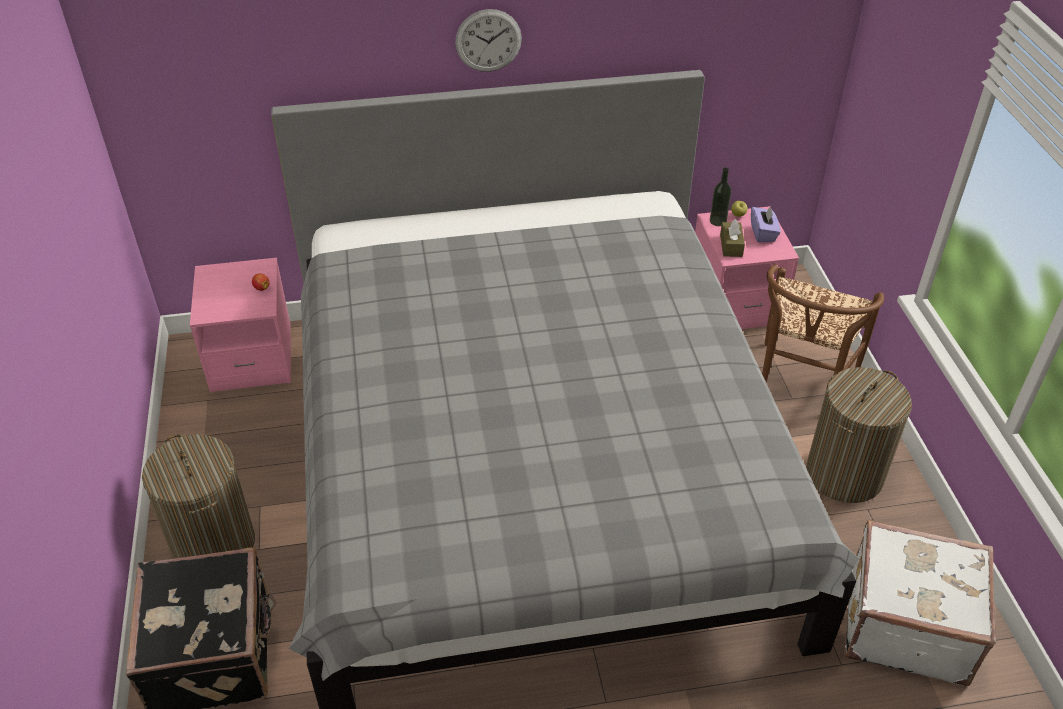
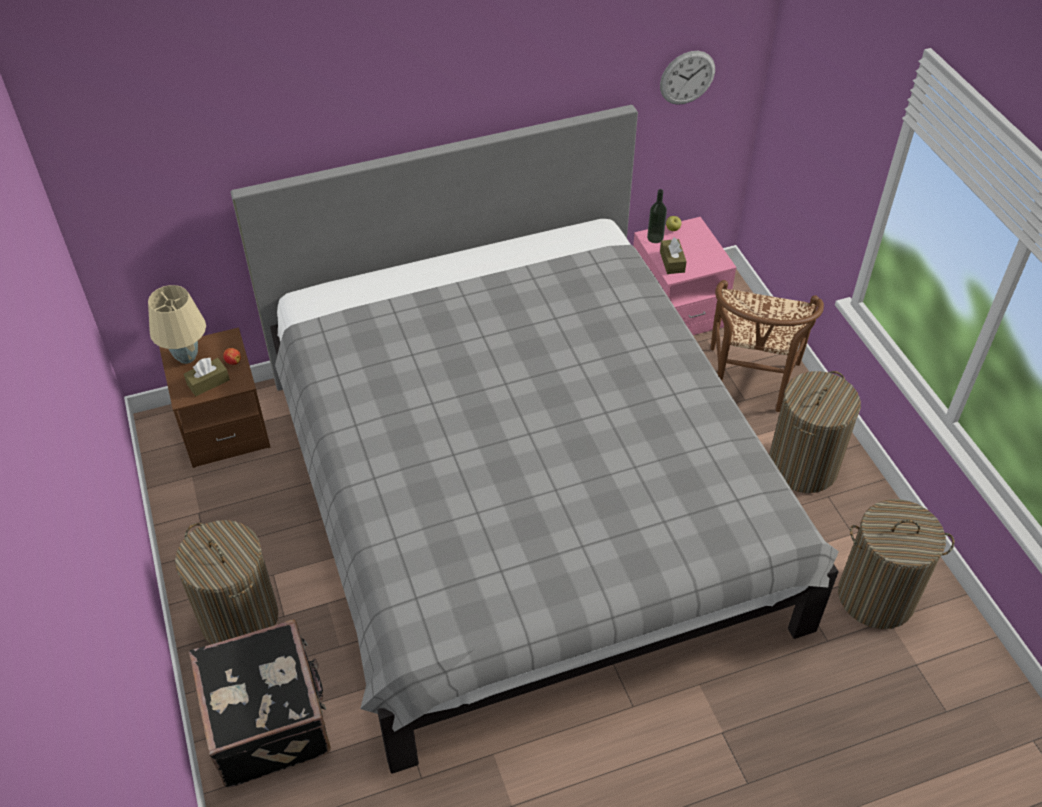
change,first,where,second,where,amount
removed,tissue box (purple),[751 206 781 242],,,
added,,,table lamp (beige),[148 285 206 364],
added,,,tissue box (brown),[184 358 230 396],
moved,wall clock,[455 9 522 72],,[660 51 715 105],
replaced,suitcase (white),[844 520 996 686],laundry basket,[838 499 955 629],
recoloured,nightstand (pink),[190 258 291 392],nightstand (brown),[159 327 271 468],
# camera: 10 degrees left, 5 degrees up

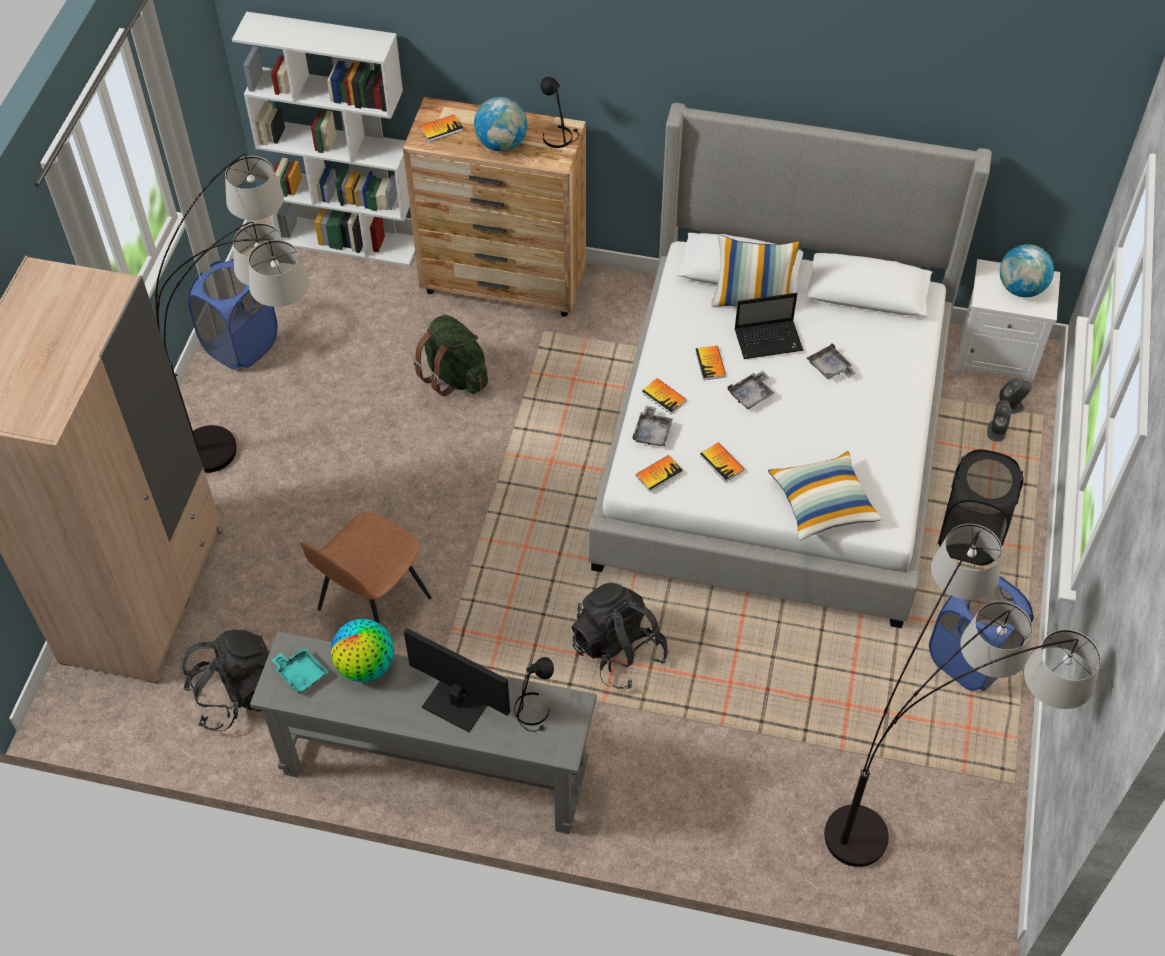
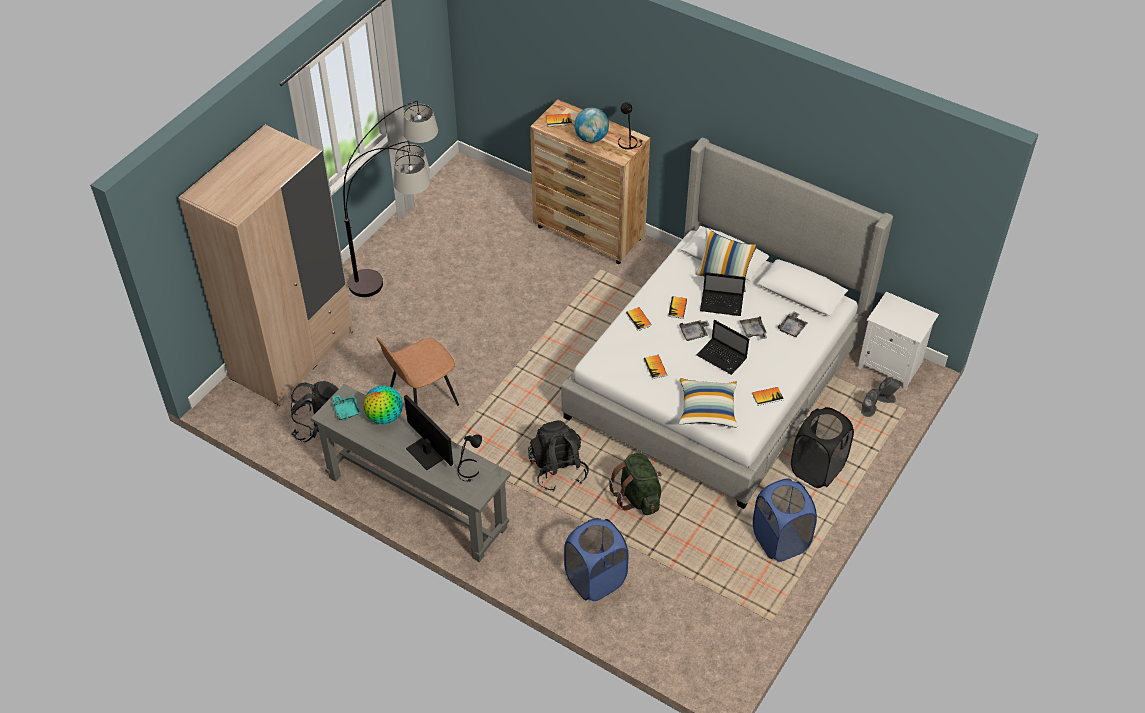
change,first,where,second,where,amount
removed,bookcase (white),[232 11 415 266],,,
removed,floor lamp,[824 524 1101 867],,,
removed,globe,[1000 244 1054 297],,,
added,,,laptop,[697 320 749 375],
moved,laundry basket (blue),[188 259 278 370],,[564 518 628 601],
moved,backpack (green),[413 315 488 396],,[609 453 662 515],
moved,tray (grey),[633 406 673 446],,[778 311 807 337],
moved,book,[636 455 683 492],,[752 387 784 406],
# camera: 20 degrees right, 5 degrees down

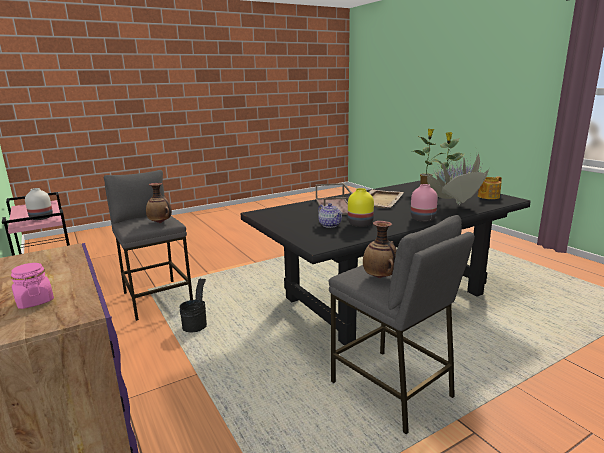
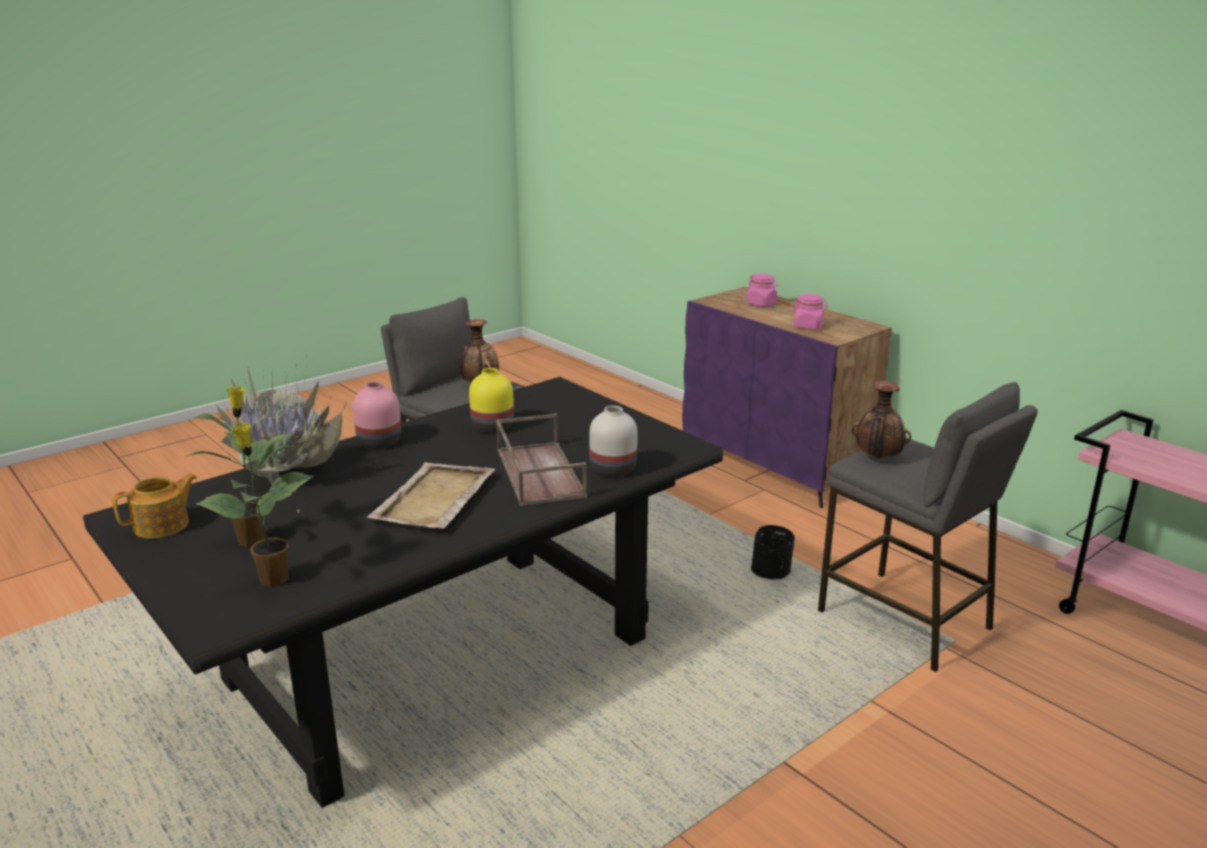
change,first,where,second,where,amount
removed,teapot,[318 203 342 228],,,
added,,,jar (pink),[792 294 828 330],
moved,vase (white),[25 188 53 220],,[589 405 638 477],
# camera: 170 degrees right, 5 degrees up

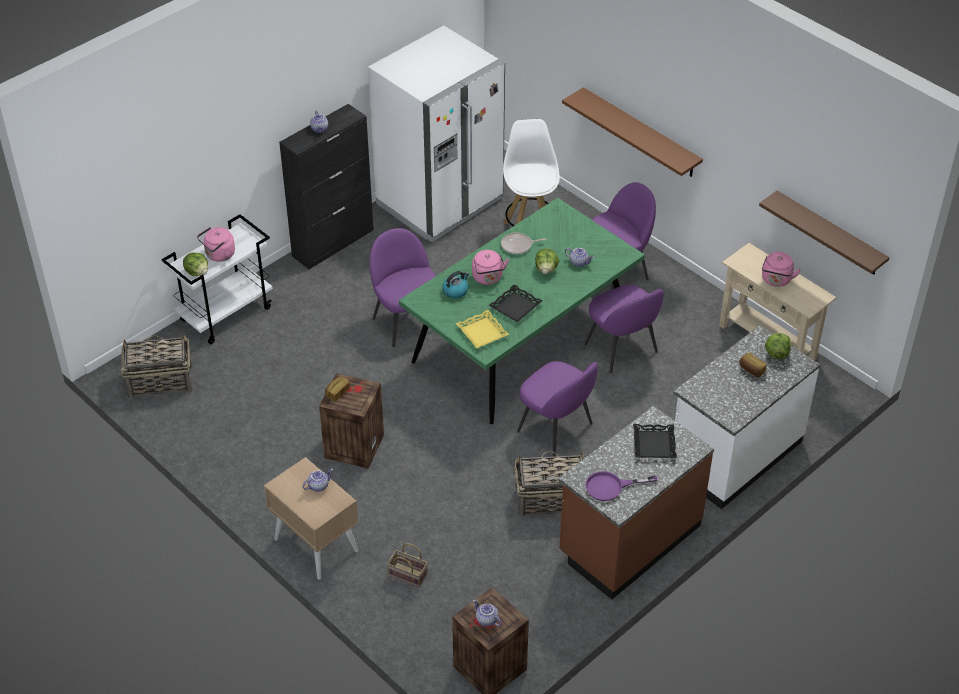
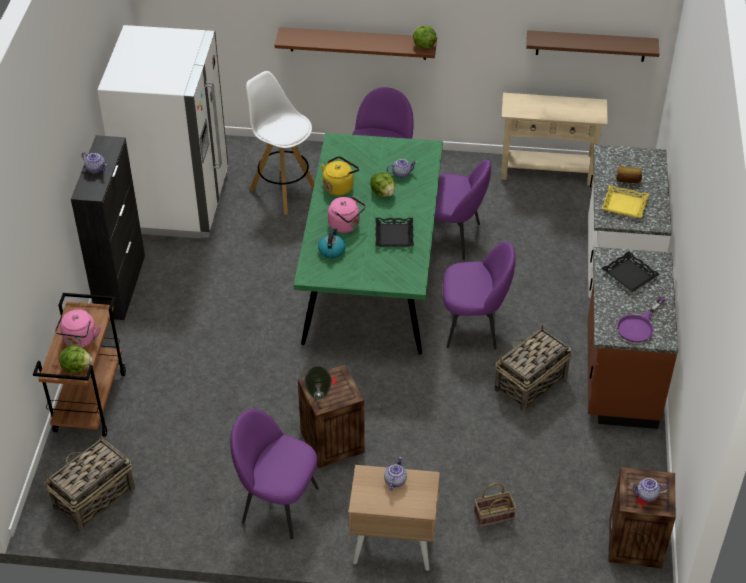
change,first,where,second,where,amount
removed,kettle (pink),[762 252 801 287],,,
moved,chair (purple),[369 228 436 347],,[230 409 319 540],
moved,tray (yellow),[456 310 509 348],,[601 185 649 218],
moved,lettuce,[765 332 791 359],,[413 25 437 49],
replaced,bread,[325 376 350 401],vase,[304 366 332 400],
replaced,frying pan,[501 233 547 254],kettle (yellow),[321 156 359 196],
recoloured,cart (white),[161 214 273 344],cart (brown),[33 293 126 437],
# camera: 40 degrees left, 0 degrees up

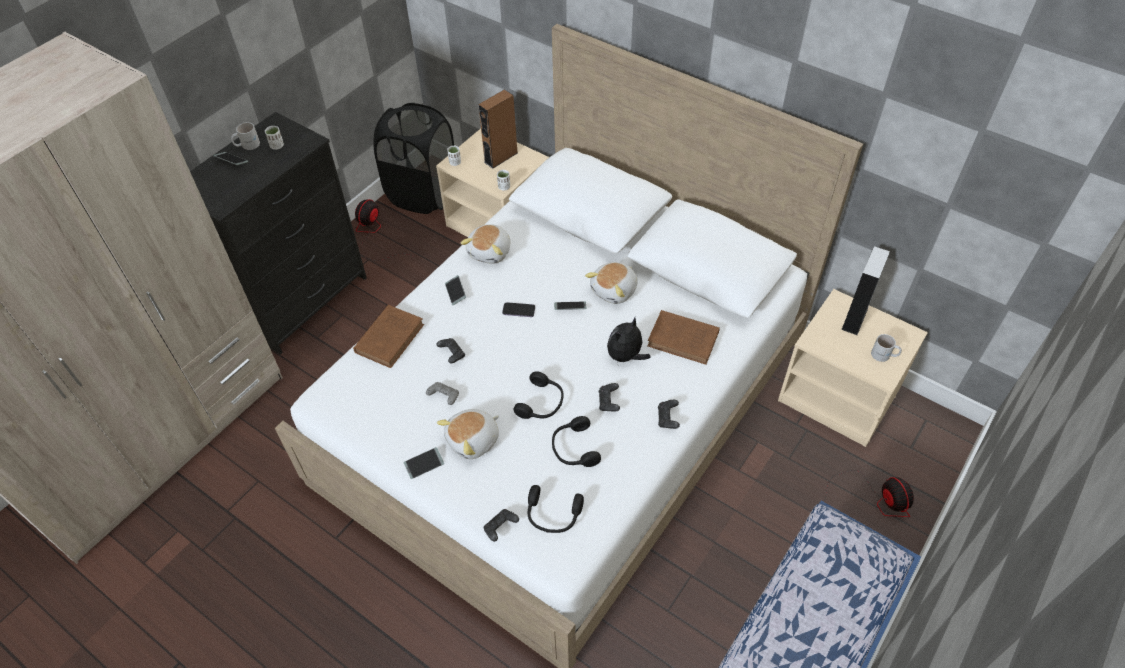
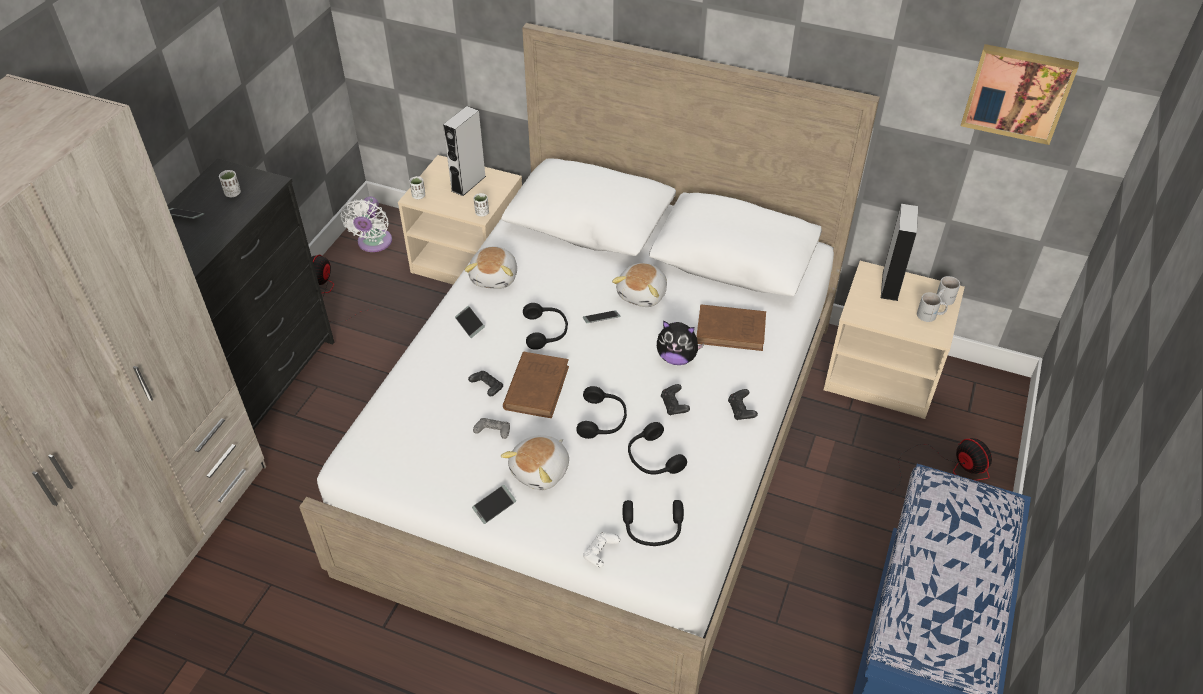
change,first,where,second,where,amount
added,,,picture,[961 44 1079 145],
moved,mug (white),[231 122 260 150],,[937 276 960 305],
moved,book (brown),[353 305 424 368],,[503 352 569 418],
replaced,laundry basket (black),[374 103 454 214],fan (white),[341 197 392 252],
replaced,phone,[502 302 535 317],headphones (black),[523 303 568 350],
recoloured,speaker (brown),[478 89 518 169],speaker (grey),[443 106 486 196],
recoloured,game controller (black),[484 509 519 542],game controller (white),[583 532 620 568],
turned,plush toy,[607 317 651 362],,[657 321 704 365],105 degrees counterclockwise
# camera: 15 degrees left, 5 degrees down

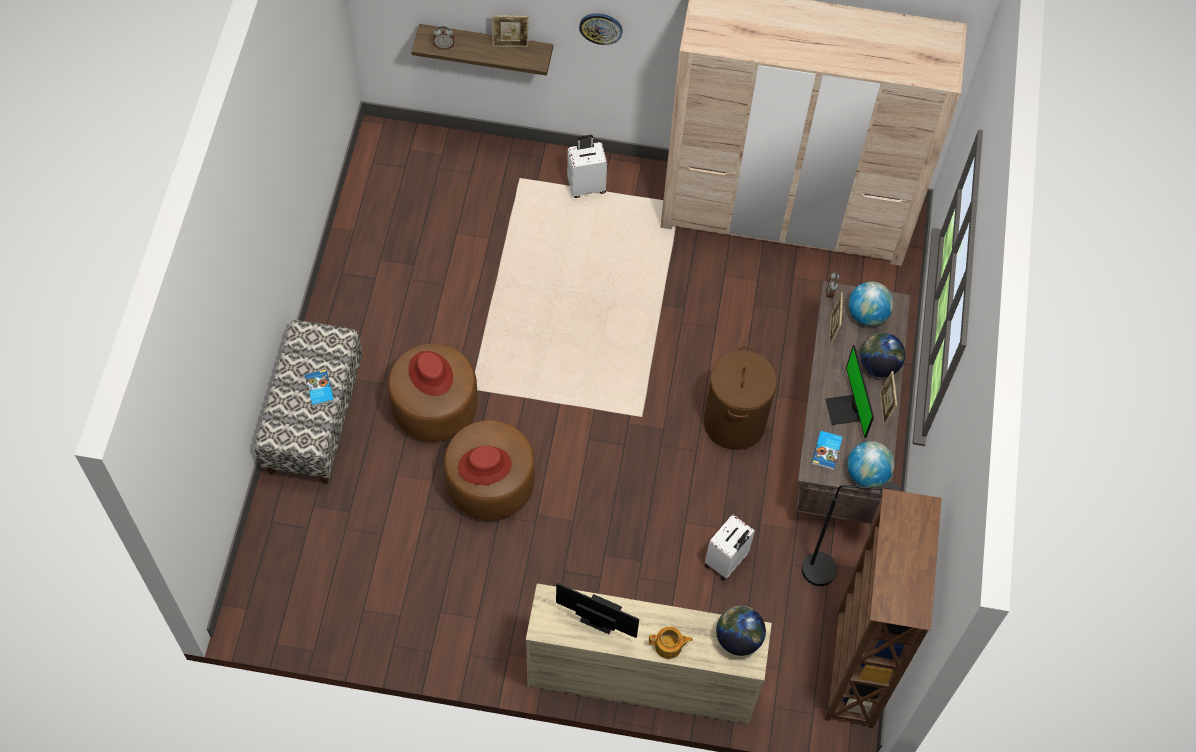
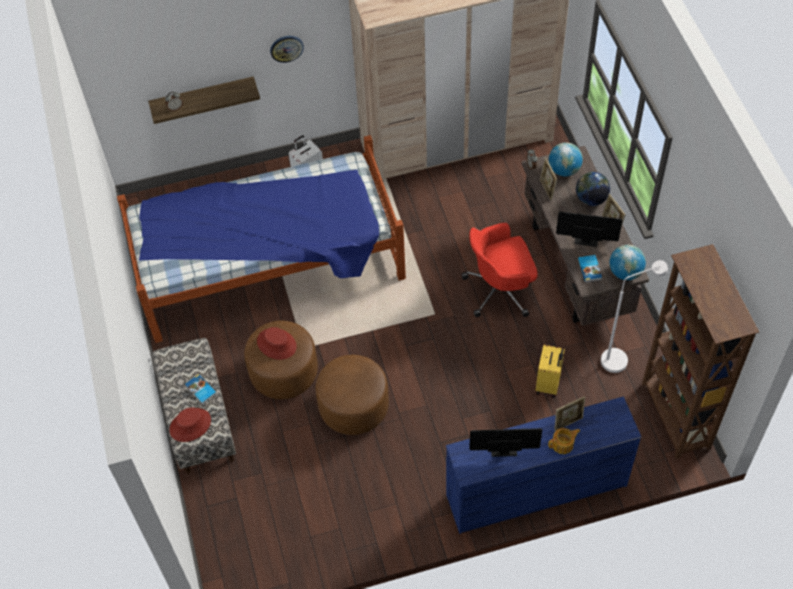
change,first,where,second,where,amount
removed,globe,[716 606 766 656],,,
added,,,bed,[117 135 406 343],
moved,hat (red),[458 446 512 485],,[169 407 211 442],
moved,picture frame,[492 15 529 47],,[554 396 585 431],
replaced,laundry basket (brown),[704 346 777 450],office chair (red),[461 223 538 317],
recoloured,dresser (beige),[526 583 772 725],dresser (blue),[446 396 641 534],
recoloured,suitcase (white),[705 514 755 581],suitcase (yellow),[536 345 565 398],
recoloured,floor lamp (black),[802 482 901 586],floor lamp (white),[601 260 668 373],
turned,monitor,[825 345 874 438],,[556 211 623 247],135 degrees clockwise
# camera: 20 degrees left, 5 degrees down

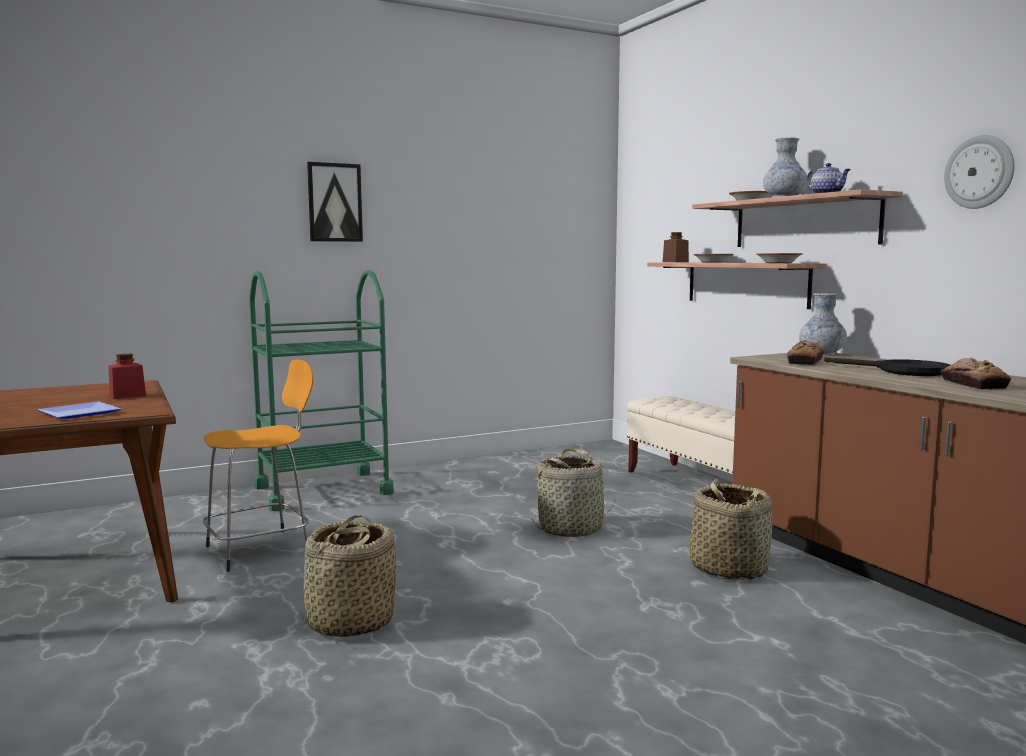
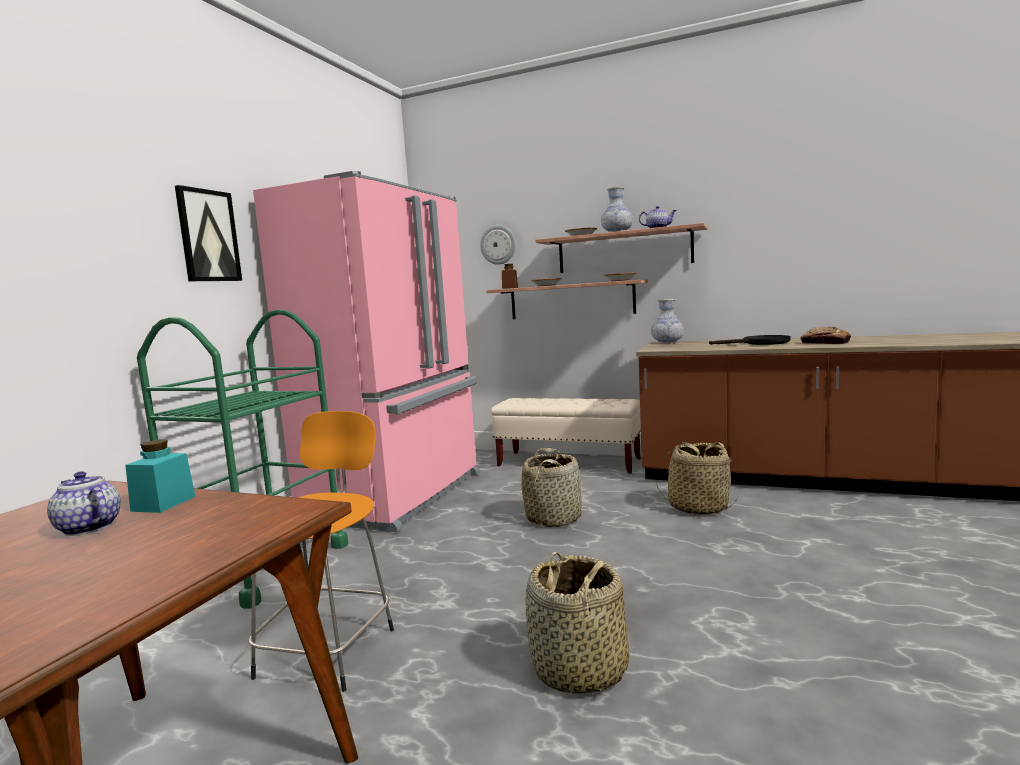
change,first,where,second,where,amount
removed,plate,[38 401 121 419],,,
removed,bread,[787 340 824 365],,,
added,,,teapot,[47 471 121 536],
added,,,fridge (pink),[253 171 480 532],
moved,wall clock,[944 135 1014 209],,[480 225 516 265],
recoloured,jar (red),[109 354 146 399],jar (turquoise),[125 439 196 513],
# camera: 40 degrees left, 0 degrees up

